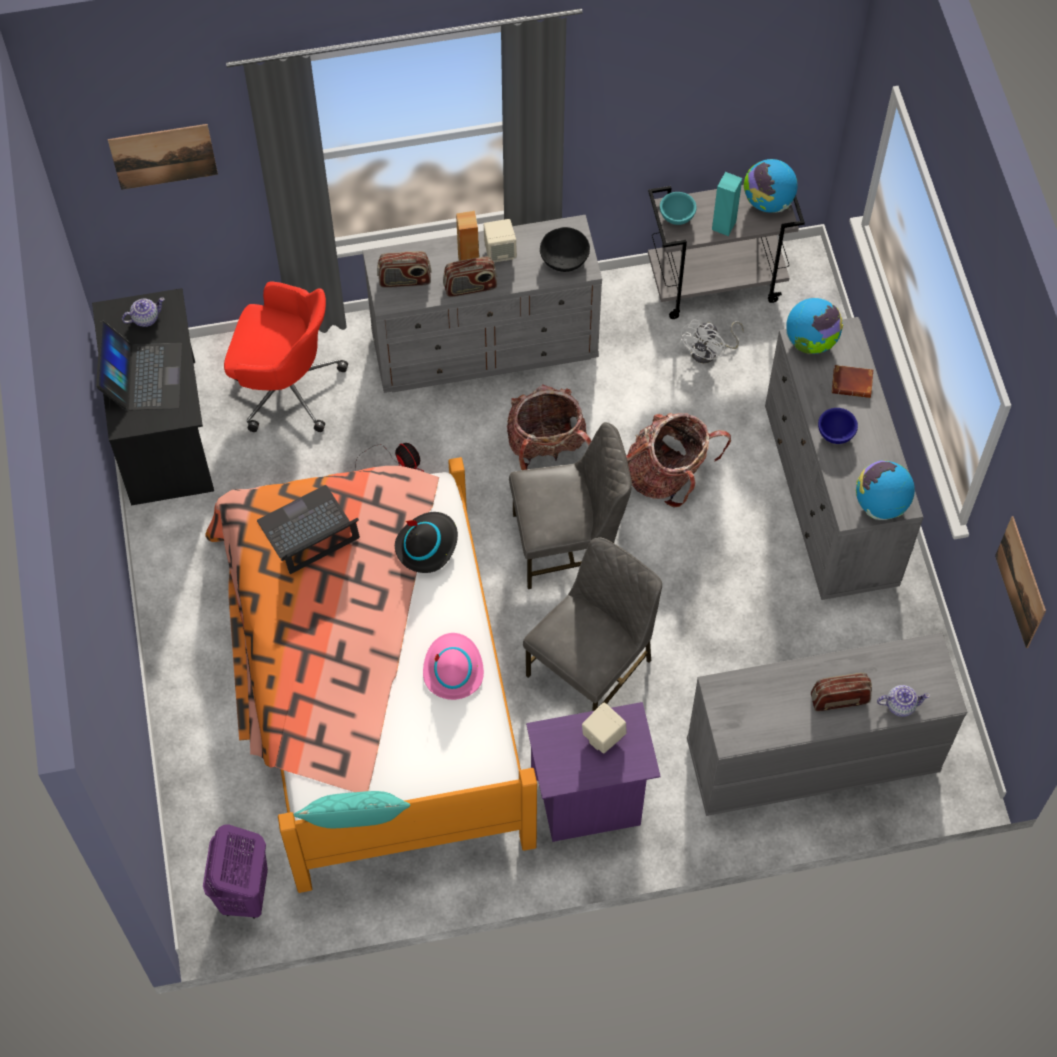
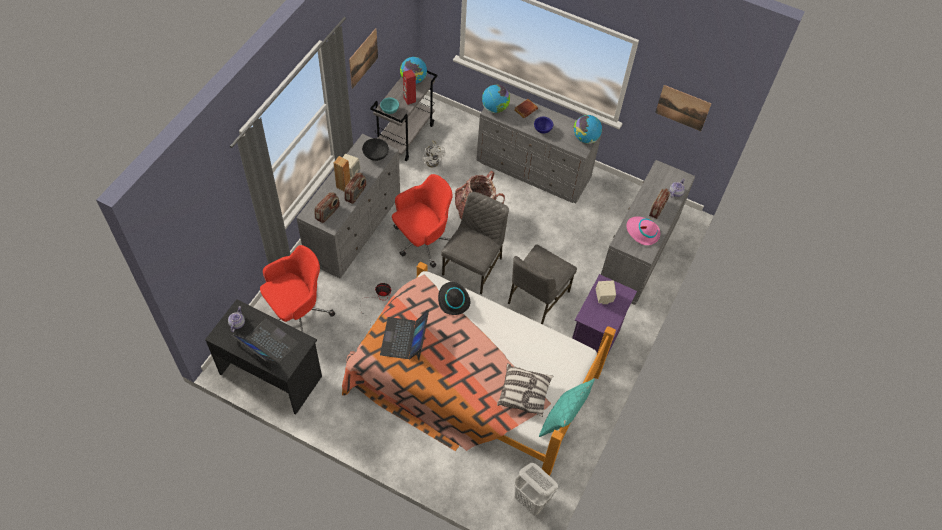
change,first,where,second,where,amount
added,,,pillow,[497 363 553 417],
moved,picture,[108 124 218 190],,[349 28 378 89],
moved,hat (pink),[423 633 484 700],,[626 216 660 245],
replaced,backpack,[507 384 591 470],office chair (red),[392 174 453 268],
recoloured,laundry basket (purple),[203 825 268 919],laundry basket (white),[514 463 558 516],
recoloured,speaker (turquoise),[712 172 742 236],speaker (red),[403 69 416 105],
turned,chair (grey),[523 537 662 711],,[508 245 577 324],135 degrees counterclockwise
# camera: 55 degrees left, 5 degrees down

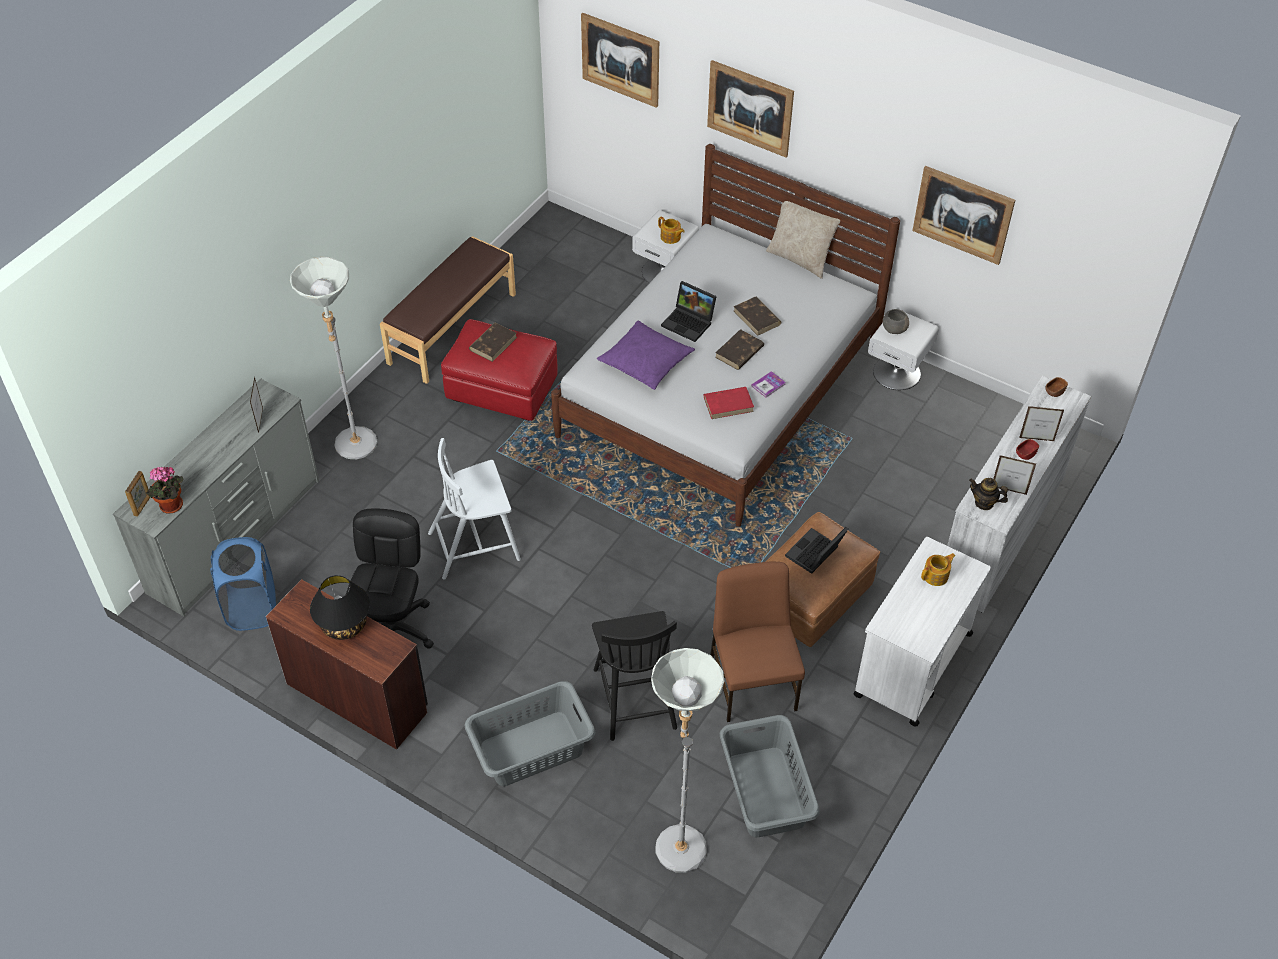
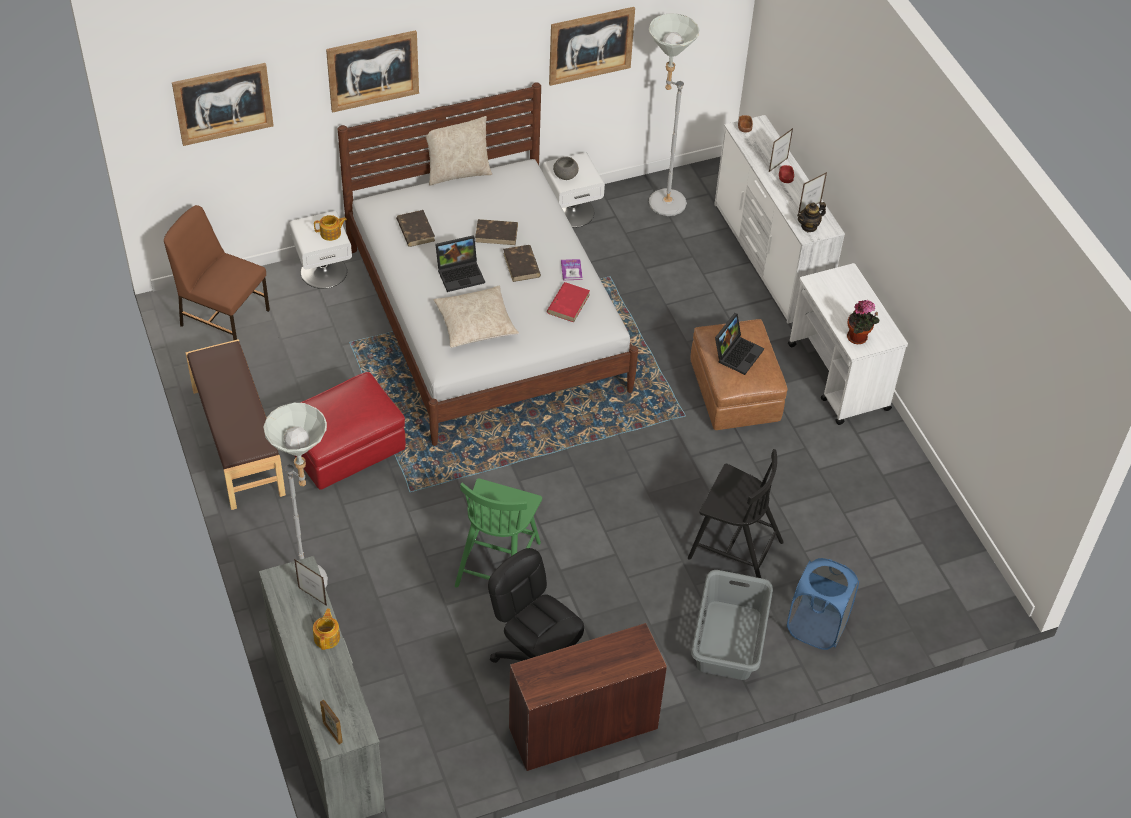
change,first,where,second,where,amount
removed,table lamp (black),[310 575 370 640],,,
removed,laundry basket (grey),[720 715 820 837],,,
moved,potted plant,[146 466 183 514],,[847 300 880 344],
moved,laundry basket (blue),[210 537 276 631],,[787 558 859 650],
moved,book (brown),[469 323 517 362],,[396 210 435 247],
moved,floor lamp (grey),[651 648 724 873],,[649 13 700 216],
moved,chair (brown),[710 562 805 722],,[164 205 270 340],
moved,teapot,[921 553 956 586],,[313 609 340 650],
recoloured,chair (white),[428 438 521 580],chair (green),[455 478 542 588],
recoloured,pillow (purple),[597 321 695 390],pillow (beige),[434 286 519 348],
turned,laptop,[785 527 848 574],,[715 313 764 375],135 degrees counterclockwise
# camera: 55 degrees left, 0 degrees up

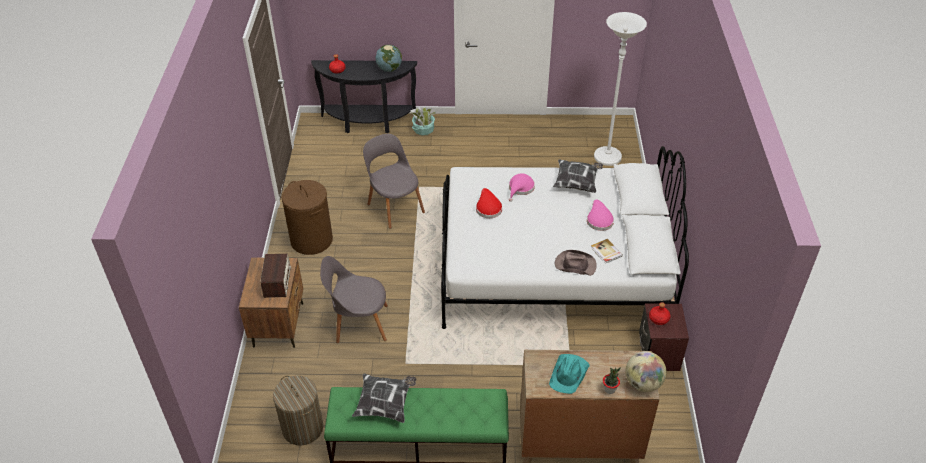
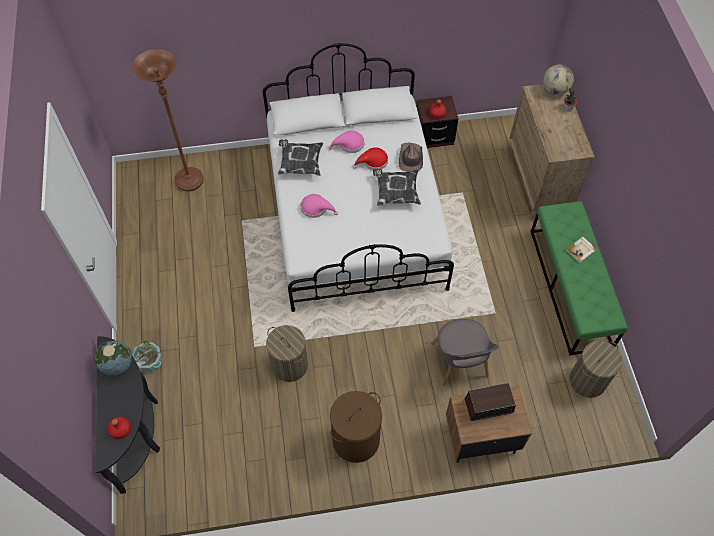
change,first,where,second,where,amount
removed,hat (turquoise),[549 354 590 394],,,
moved,pillow,[352 374 417 423],,[373 169 421 206],
moved,hat (red),[476 188 502 218],,[353 147 388 170],
moved,book,[591 239 623 264],,[566 236 597 263],
replaced,chair (grey),[363 134 425 229],laundry basket,[266 325 308 382],
recoloured,floor lamp (white),[594 12 647 166],floor lamp (brown),[132 49 204 191],
# camera: 100 degrees left, 15 degrees up

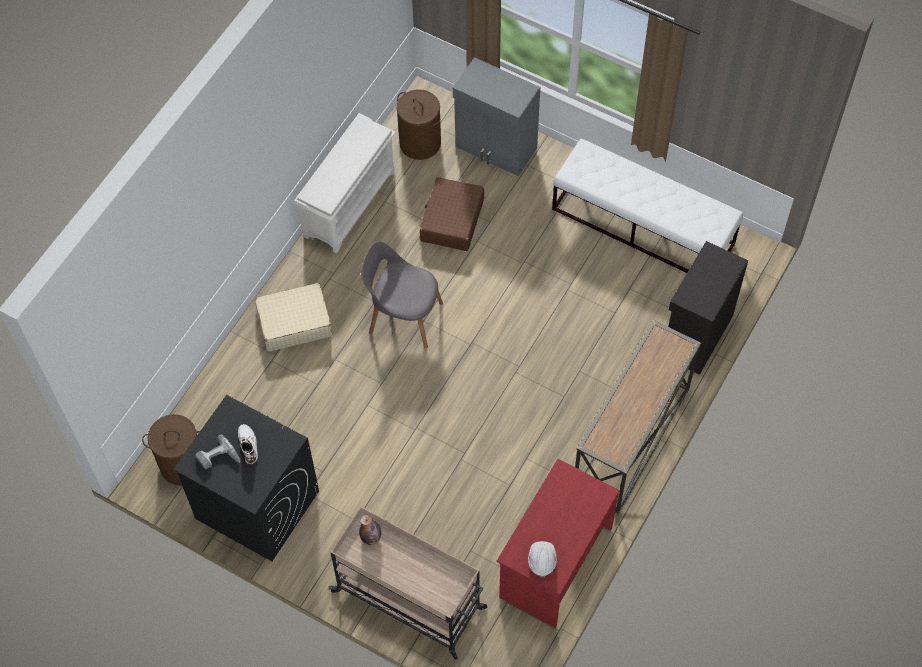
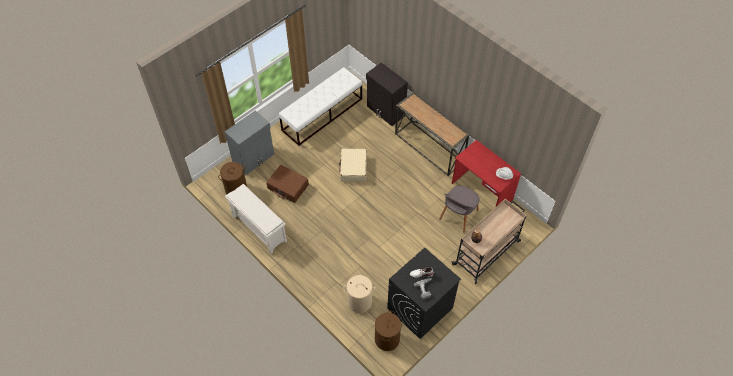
change,first,where,second,where,amount
added,,,laundry basket (beige),[344 275 375 313],
moved,suitcase (beige),[255 283 332 351],,[339 149 367 182],
moved,chair (grey),[361 241 443 348],,[439 186 479 232],
# camera: 75 degrees left, 5 degrees down

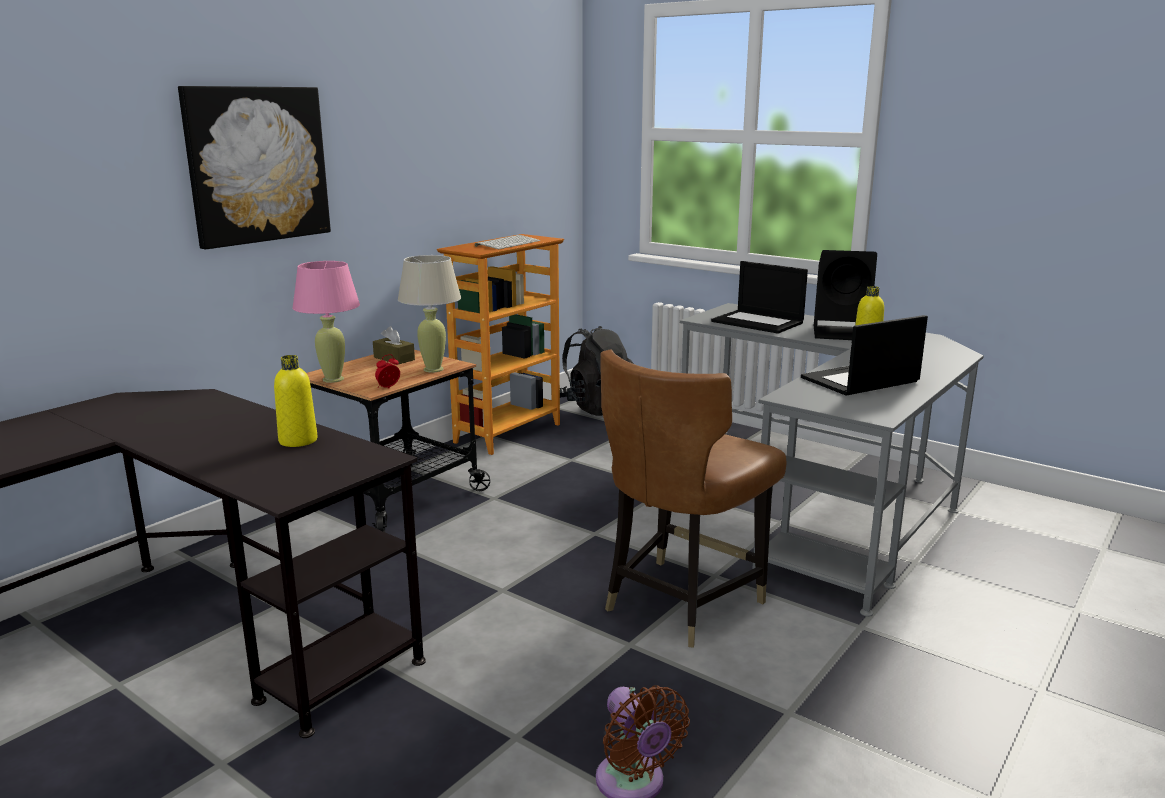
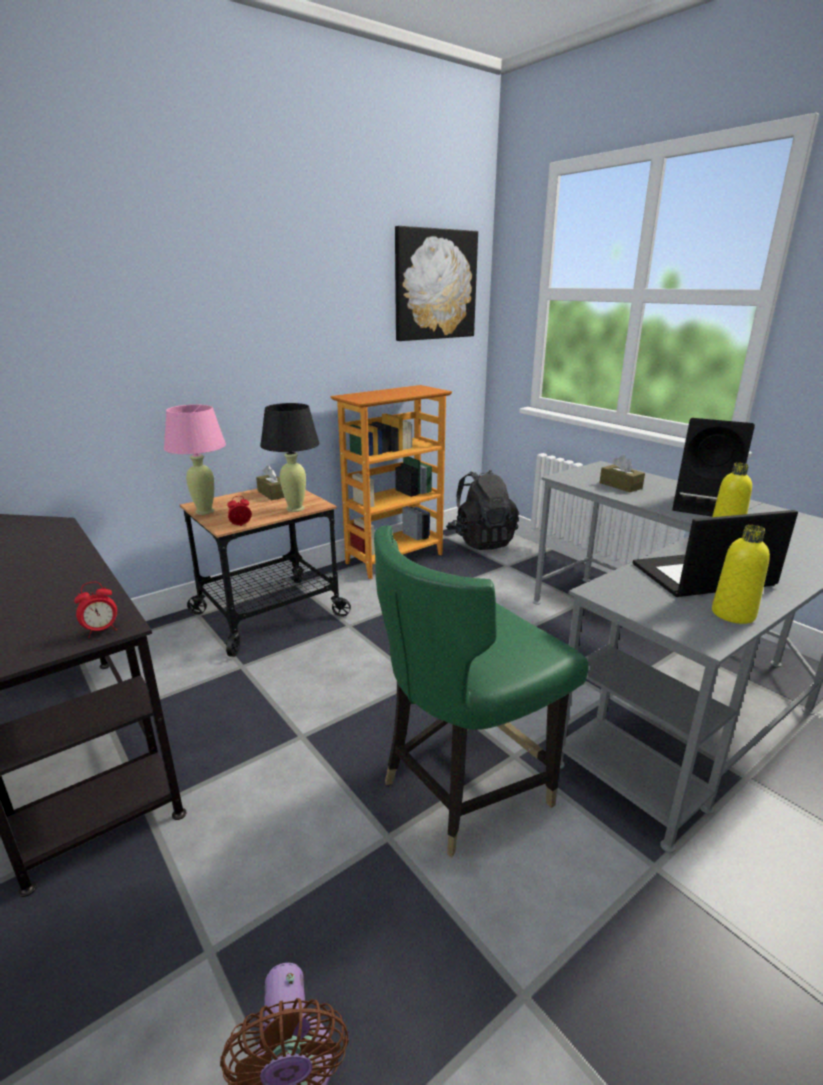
change,first,where,second,where,amount
removed,keyboard,[475 235 540 250],,,
added,,,alarm clock,[74 582 117 638],
moved,picture,[178 86 331 249],,[395 226 478 341],
moved,bottle (yellow),[274 355 318 447],,[712 525 770 624],
replaced,laptop,[711 261 808 334],tissue box (brown),[599 455 645 492],
recoloured,table lamp (beige),[398 255 461 373],table lamp (black),[260 403 320 512],
recoloured,chair (brown),[601 350 786 648],chair (green),[374 526 588 858],
# camera: 15 degrees right, 5 degrees up

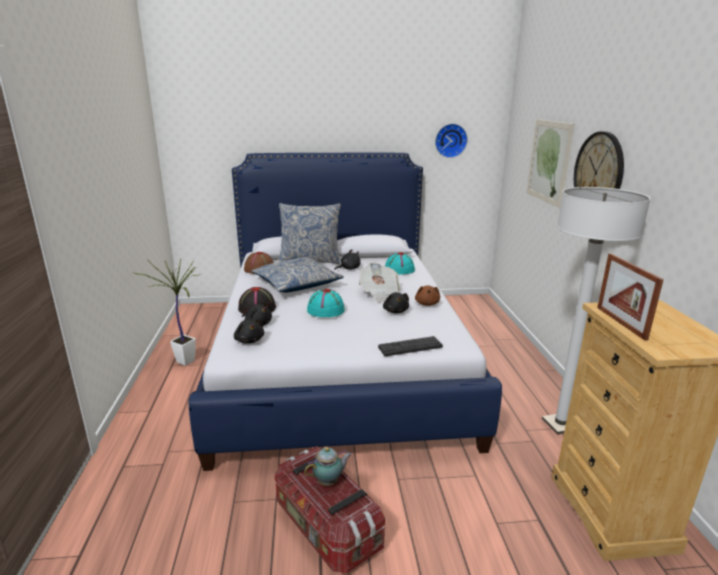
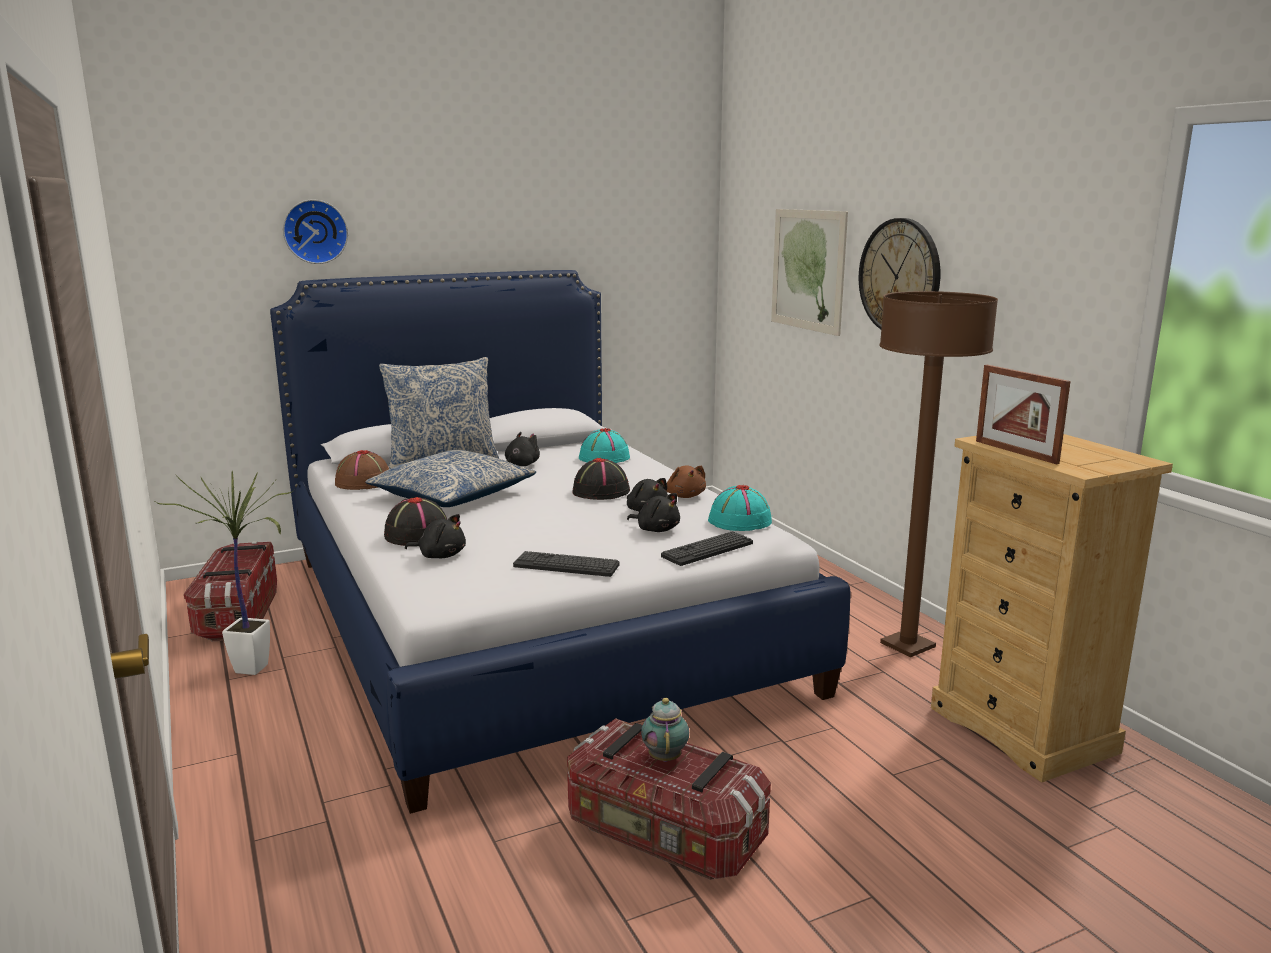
change,first,where,second,where,amount
added,,,storage box,[184 541 277 641],
added,,,keyboard,[513 551 619 577],
moved,plush toy (black),[234 319 264 344],,[627 493 680 532],
moved,hat (turquoise),[307 289 345 317],,[708 485 772 531],
moved,wall clock,[435 124 468 158],,[283 199 348 264],
replaced,newspaper,[359 263 400 303],hat (black),[573 458 630 500],
recoloured,floor lamp (white),[542 187 651 434],floor lamp (brown),[879 291 998 657],
turned,teapot,[304 447 352 486],,[641 698 689 762],45 degrees counterclockwise
# camera: 20 degrees left, 5 degrees down

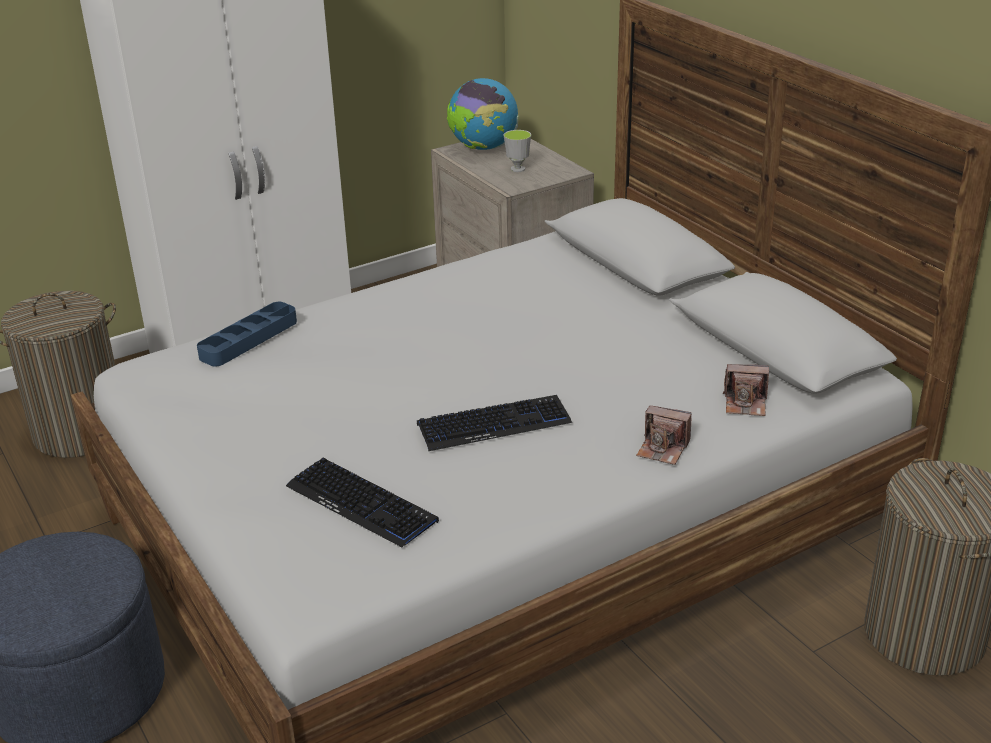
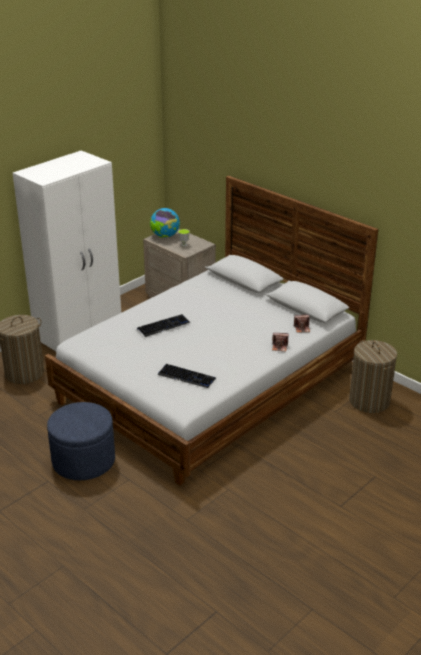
change,first,where,second,where,amount
removed,tray (blue),[197 302 297 367],,,
moved,keyboard,[417 395 572 451],,[137 314 190 337],
# camera: 15 degrees left, 0 degrees up

